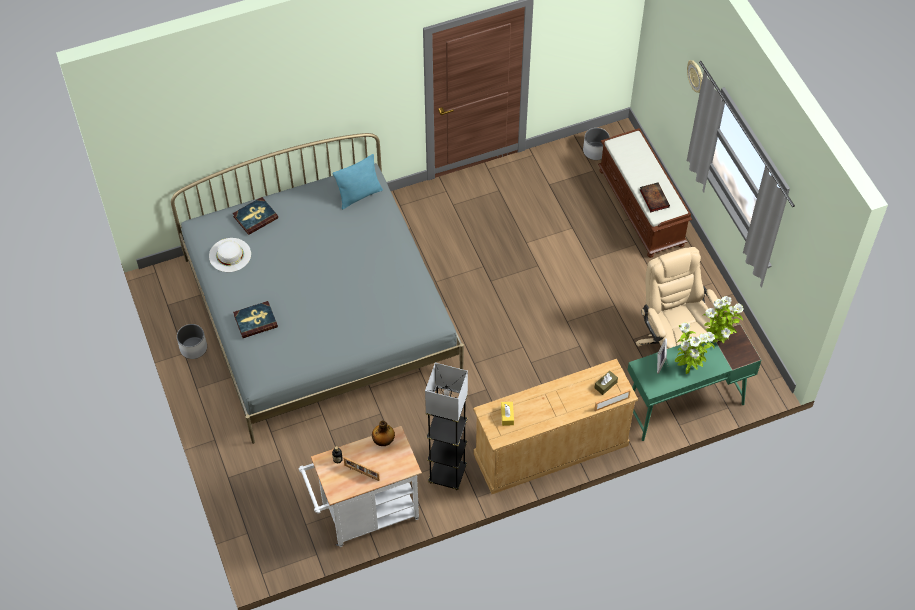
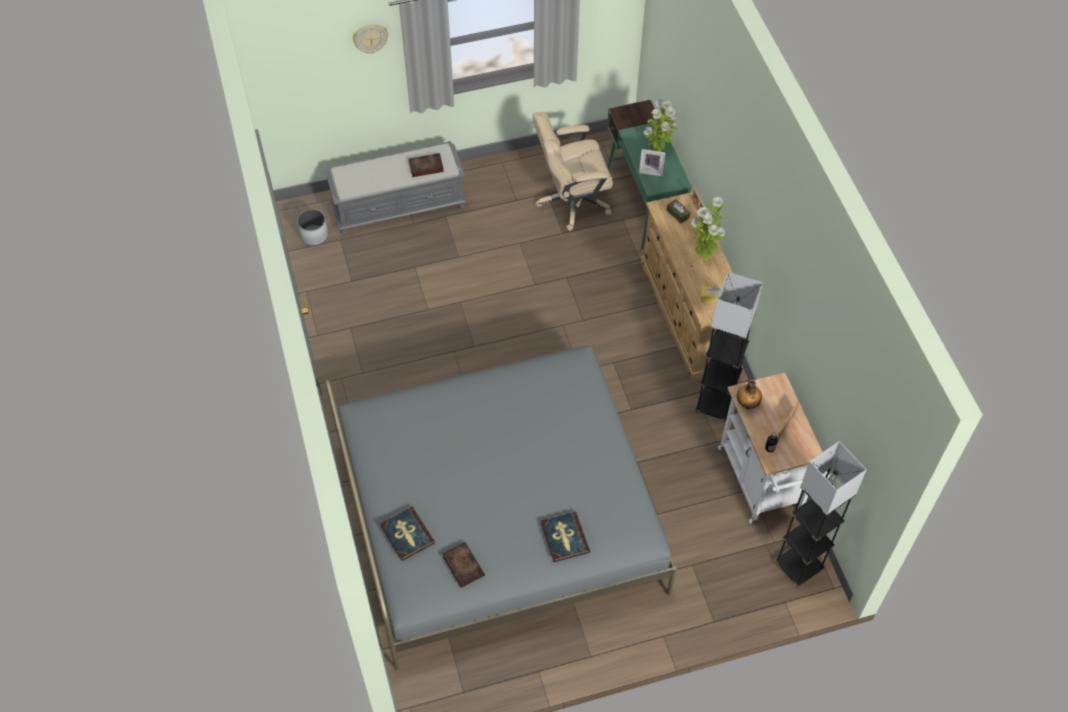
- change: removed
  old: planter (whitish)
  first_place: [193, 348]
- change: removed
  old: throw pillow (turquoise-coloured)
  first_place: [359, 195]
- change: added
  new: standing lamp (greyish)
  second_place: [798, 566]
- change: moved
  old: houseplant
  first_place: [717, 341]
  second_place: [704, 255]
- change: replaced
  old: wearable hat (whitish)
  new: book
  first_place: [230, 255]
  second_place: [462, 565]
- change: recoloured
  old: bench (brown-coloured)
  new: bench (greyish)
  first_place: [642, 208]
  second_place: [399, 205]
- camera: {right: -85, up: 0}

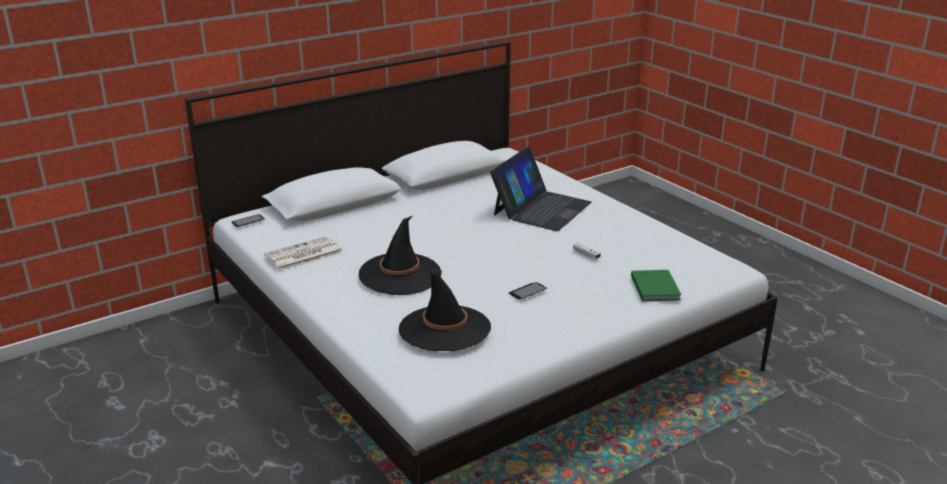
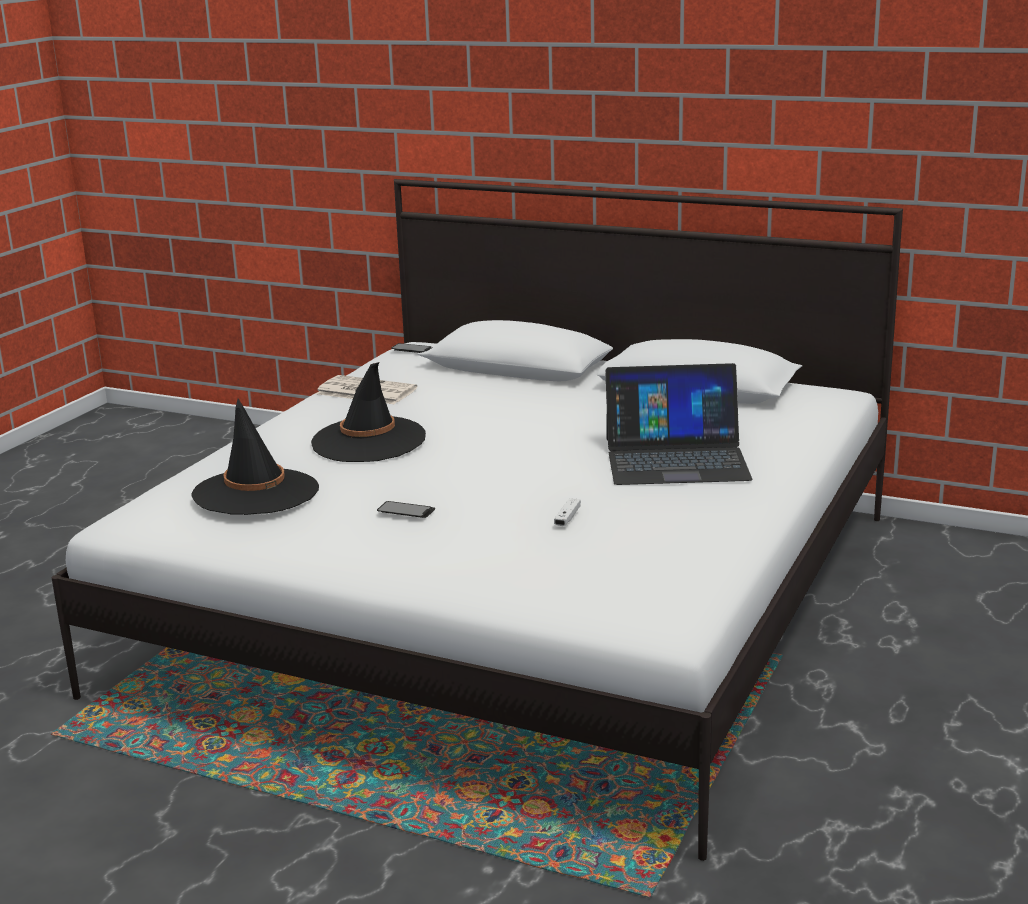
- change: removed
  old: book (green-coloured)
  first_place: [655, 287]
- camera: {right: 60, up: -5}

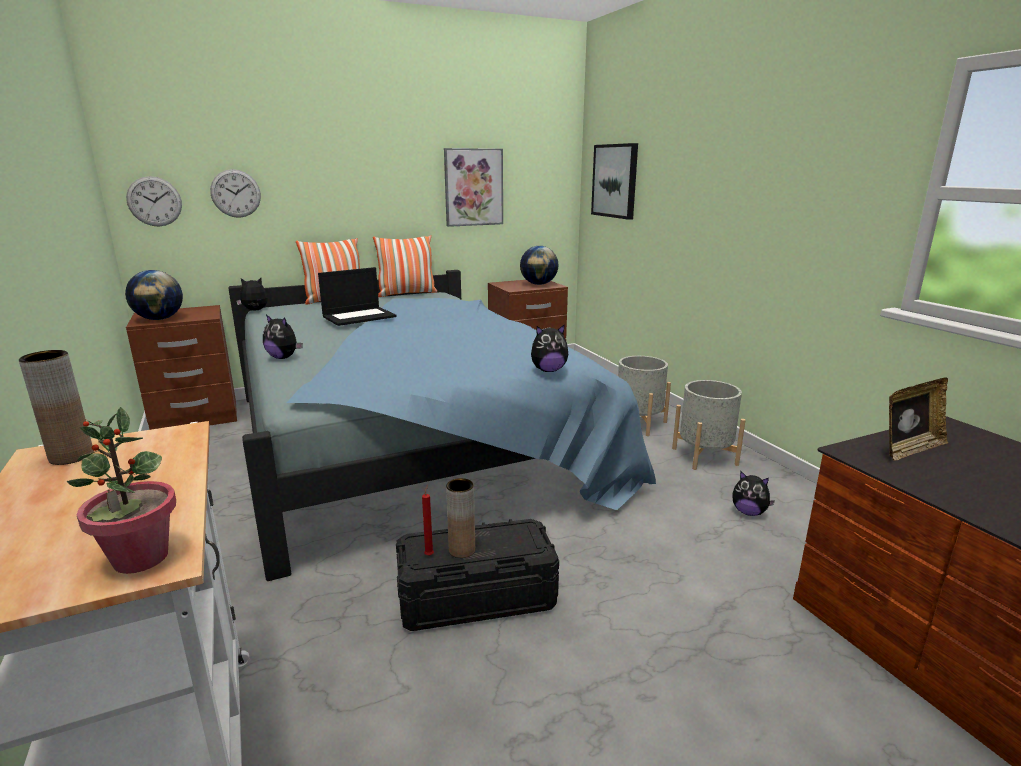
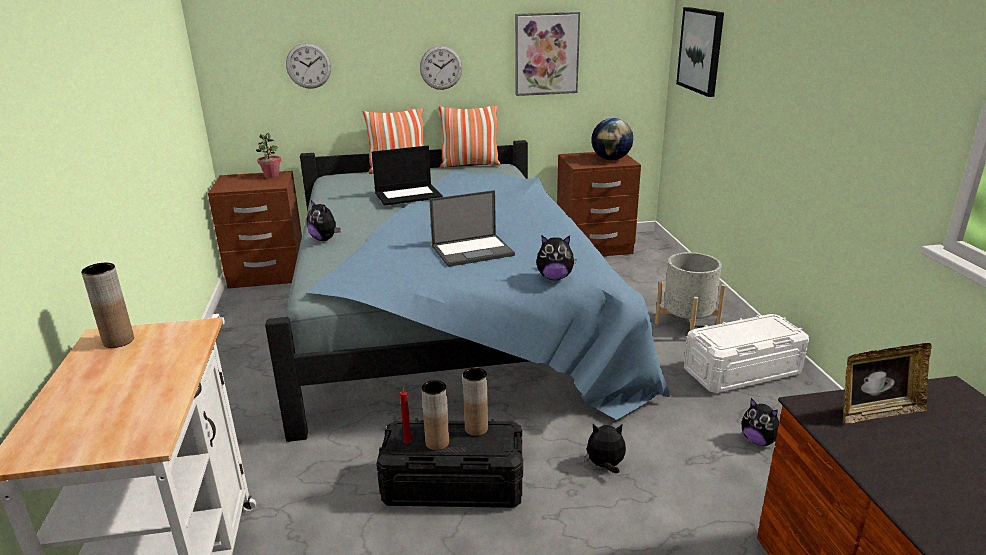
- change: removed
  old: globe
  first_place: [159, 319]
- change: added
  new: laptop
  second_place: [473, 250]
- change: added
  new: flower vase (brown-coloured)
  second_place: [476, 429]
- change: moved
  old: houseplant
  first_place: [140, 558]
  second_place: [271, 176]
- change: moved
  old: wall clock
  first_place: [154, 201]
  second_place: [441, 67]
- change: moved
  old: cuddly toy
  first_place: [255, 310]
  second_place: [605, 466]
- change: replaced
  old: planter (greyish)
  new: storage box (whitish)
  first_place: [704, 456]
  second_place: [742, 371]
- camera: {right: 15, up: 5}

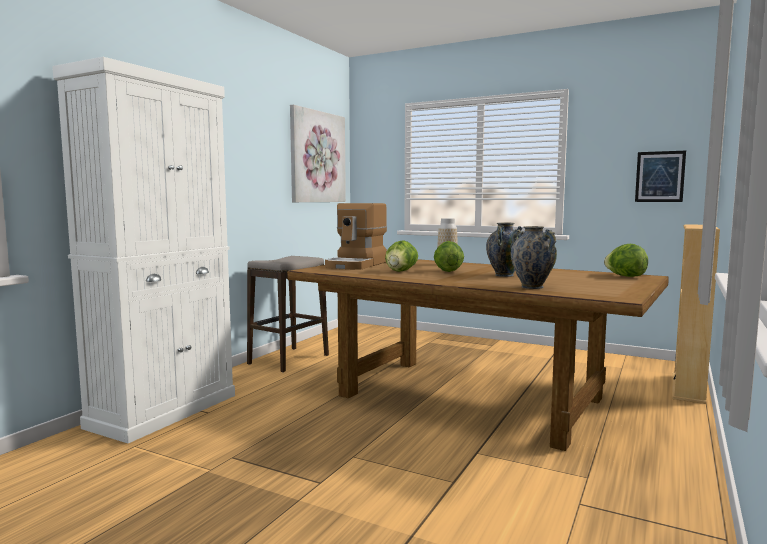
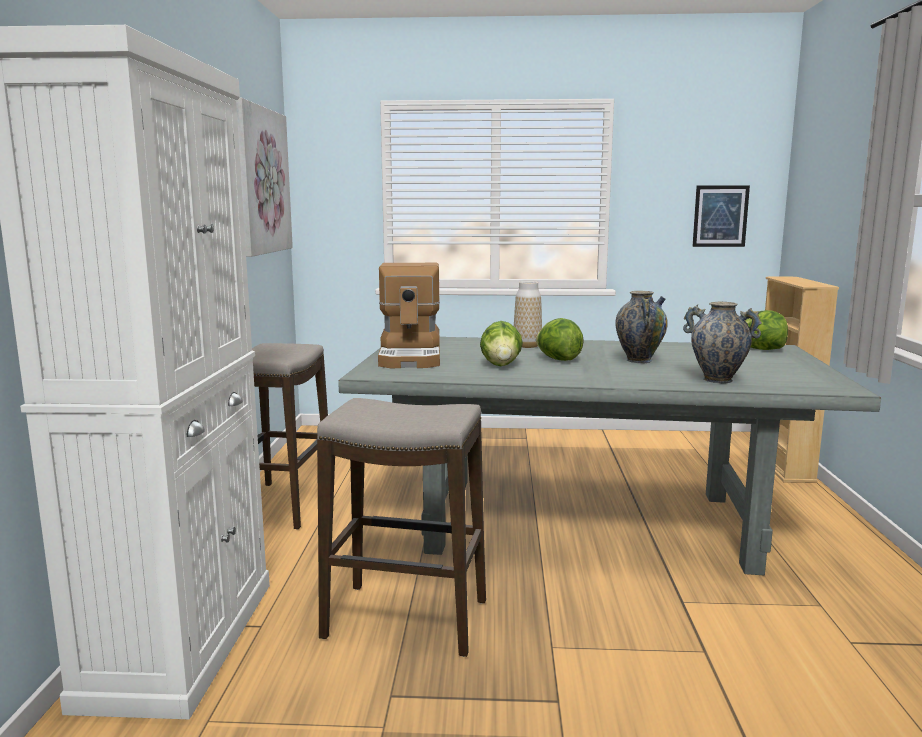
- change: added
  new: stool seat
  second_place: [406, 620]
- change: recoloured
  old: dinner table (brown-coloured)
  new: dinner table (greyish)
  first_place: [470, 397]
  second_place: [587, 522]
- camera: {right: -25, up: 5}

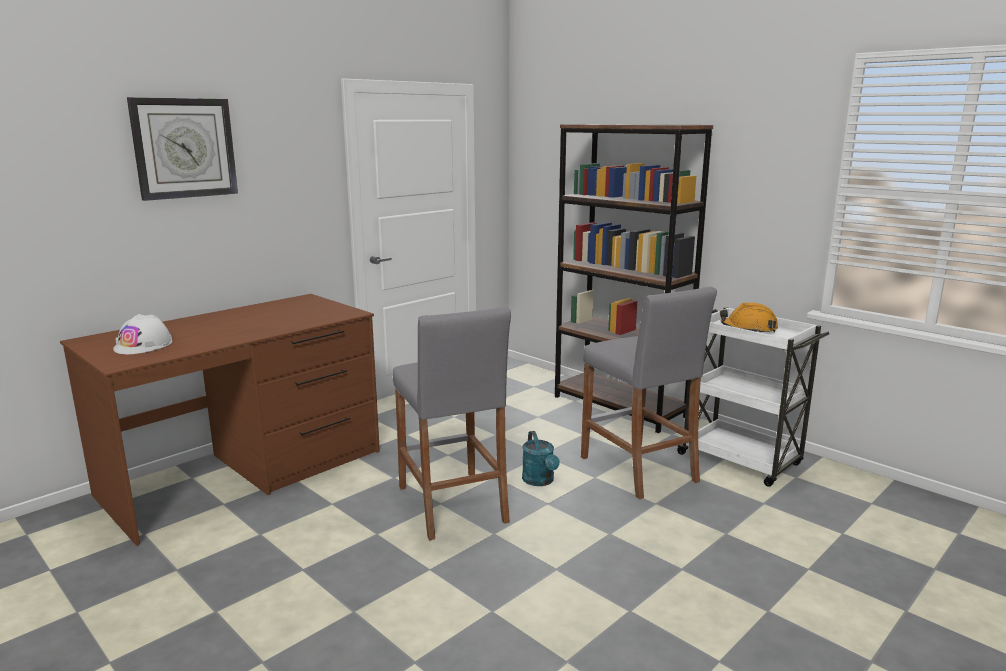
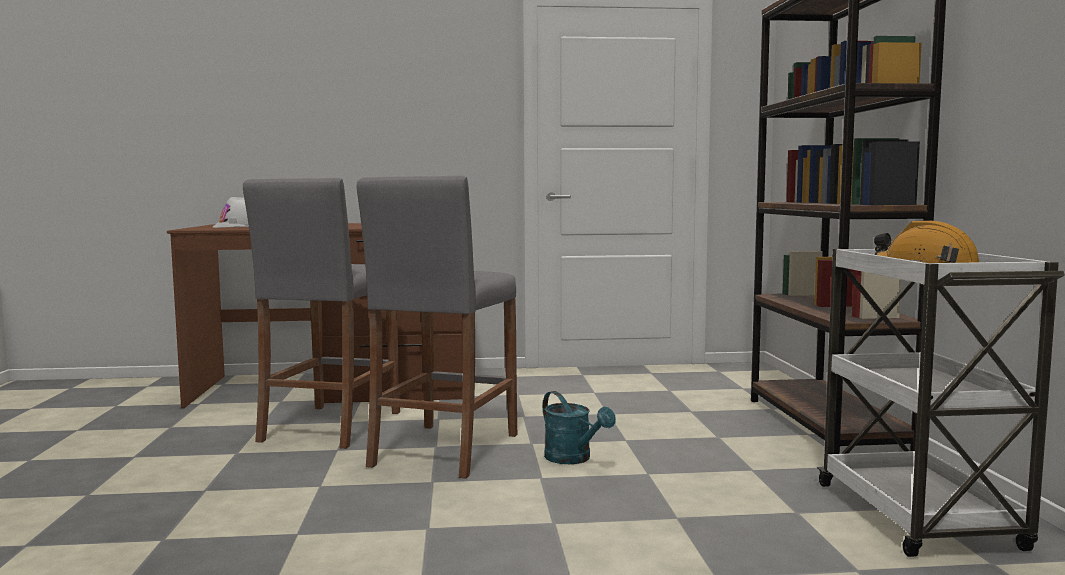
- change: removed
  old: wall clock
  first_place: [184, 148]
- change: moved
  old: stool seat (greyish)
  first_place: [638, 469]
  second_place: [330, 426]
- change: turned
  old: watering pot (turquoise-coloured)
  first_place: [540, 481]
  second_place: [573, 459]
  degrees: -60
- camera: {right: 40, up: -10}

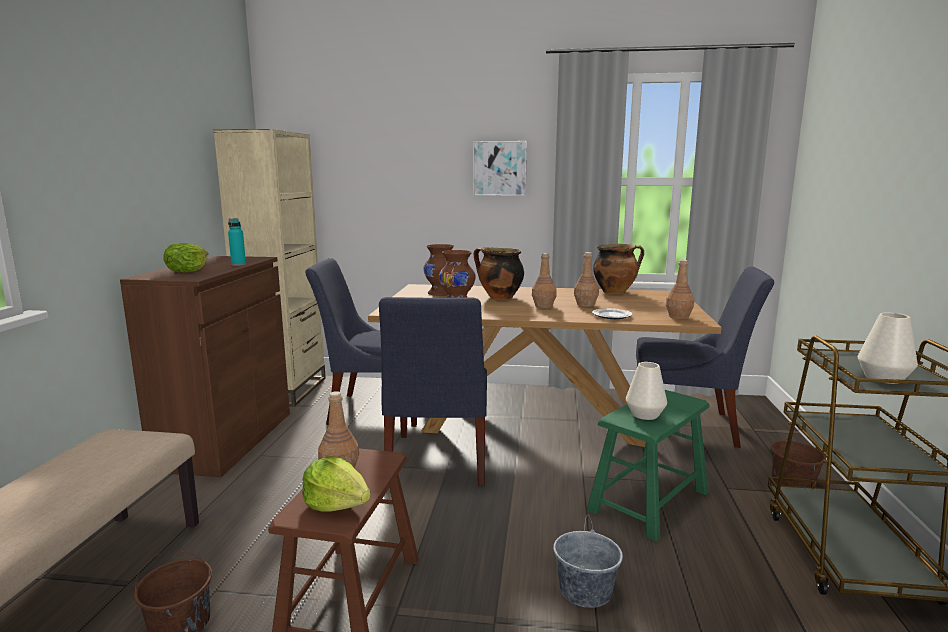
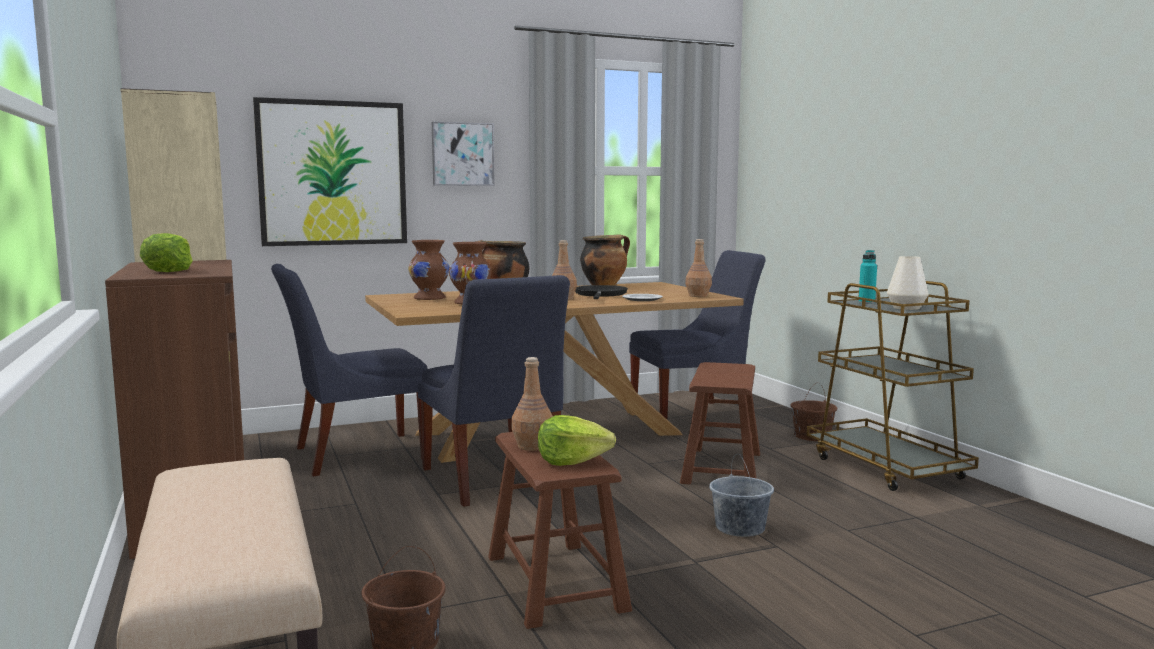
- change: removed
  old: flower vase (whitish)
  first_place: [645, 414]
- change: added
  new: wall picture
  second_place: [333, 173]
- change: moved
  old: drink bottle (turquoise-coloured)
  first_place: [238, 264]
  second_place: [866, 303]
- change: replaced
  old: drink bottle (brown-coloured)
  new: skillet (black)
  first_place: [586, 305]
  second_place: [600, 295]
- change: recoloured
  old: stool seat (green-coloured)
  new: stool seat (brown-coloured)
  first_place: [649, 501]
  second_place: [722, 468]
- camera: {right: -30, up: -5}

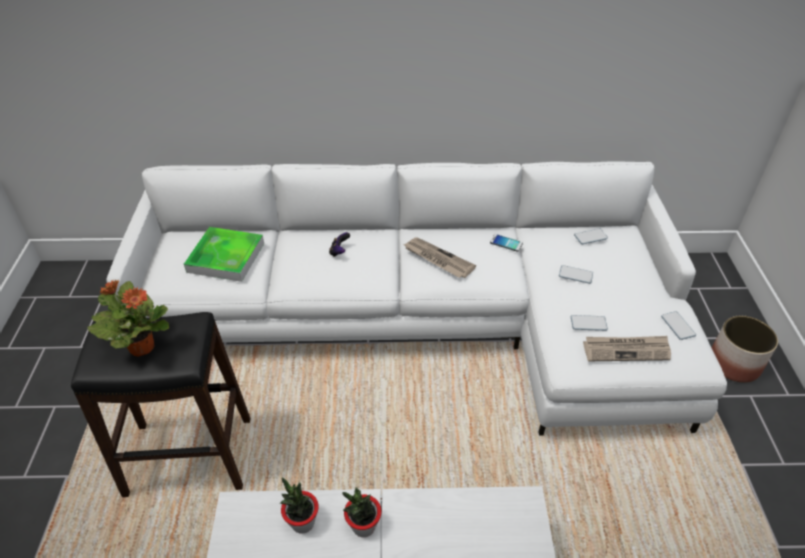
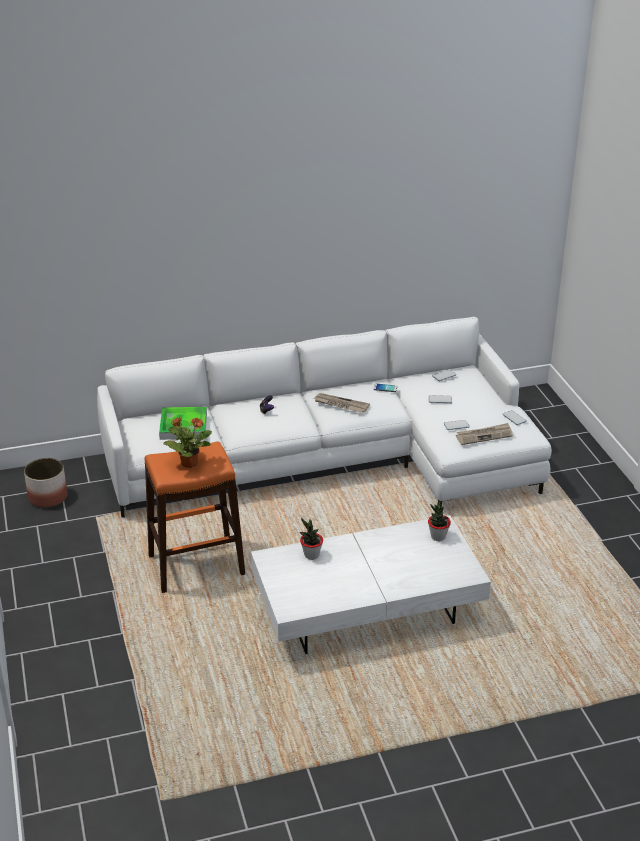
- change: moved
  old: houseplant
  first_place: [363, 526]
  second_place: [438, 537]
- change: moved
  old: planter
  first_place: [733, 364]
  second_place: [47, 497]
- change: recoloured
  old: stool seat (black)
  new: stool seat (orangey)
  first_place: [190, 456]
  second_place: [197, 565]
- camera: {right: -15, up: -10}

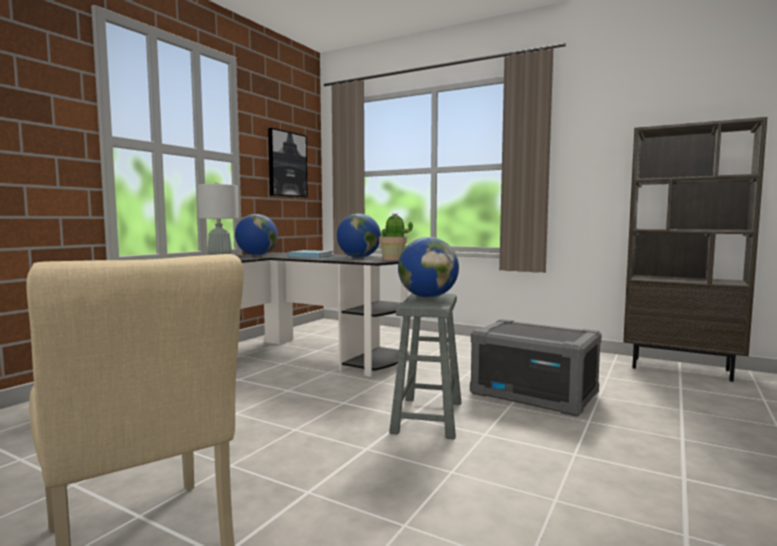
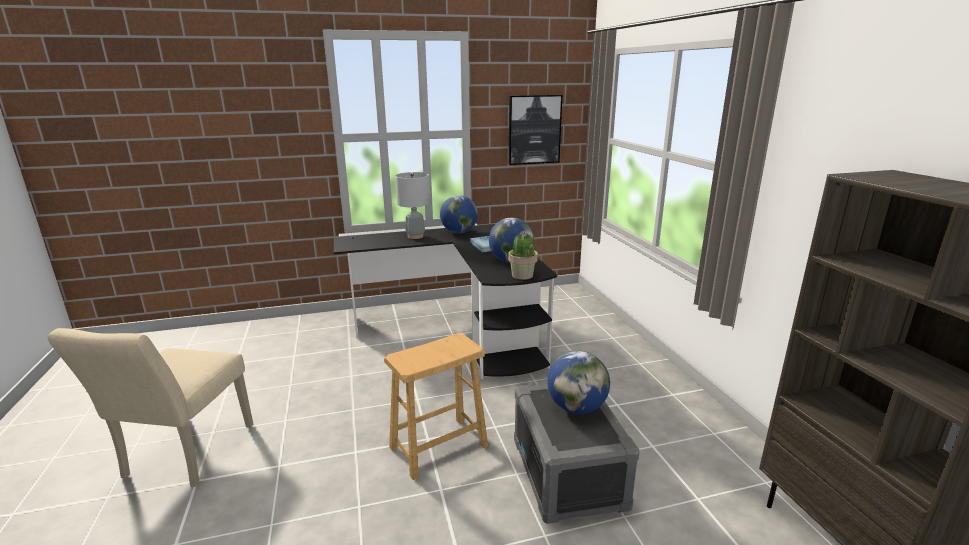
- change: moved
  old: globe
  first_place: [427, 297]
  second_place: [576, 407]
- change: recoloured
  old: stool seat (greyish)
  new: stool seat (brown-coloured)
  first_place: [428, 417]
  second_place: [439, 447]
- camera: {right: 45, up: 15}

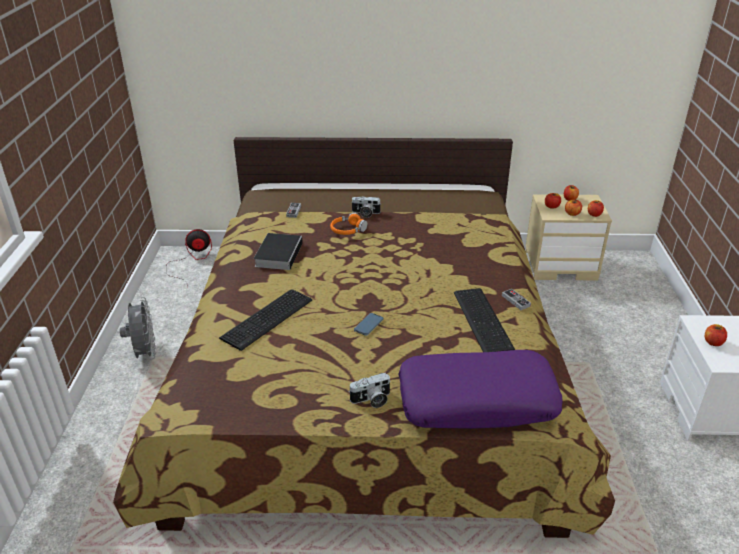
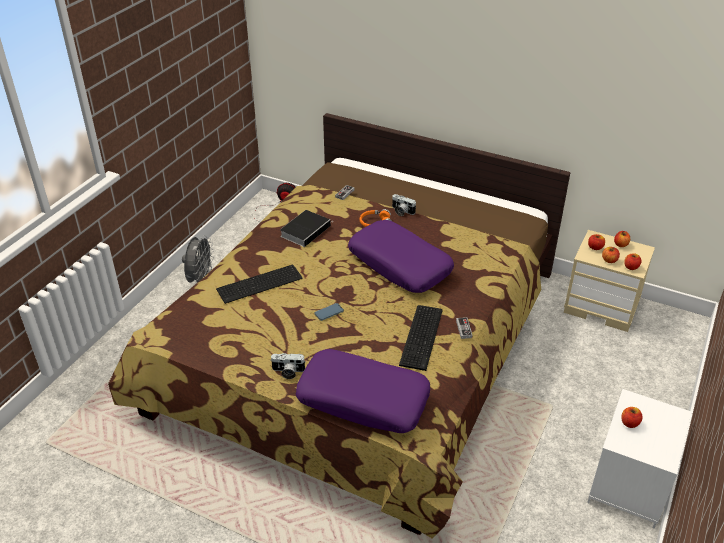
- change: added
  new: throw pillow (purplish)
  second_place: [400, 265]
- camera: {right: 25, up: 5}

